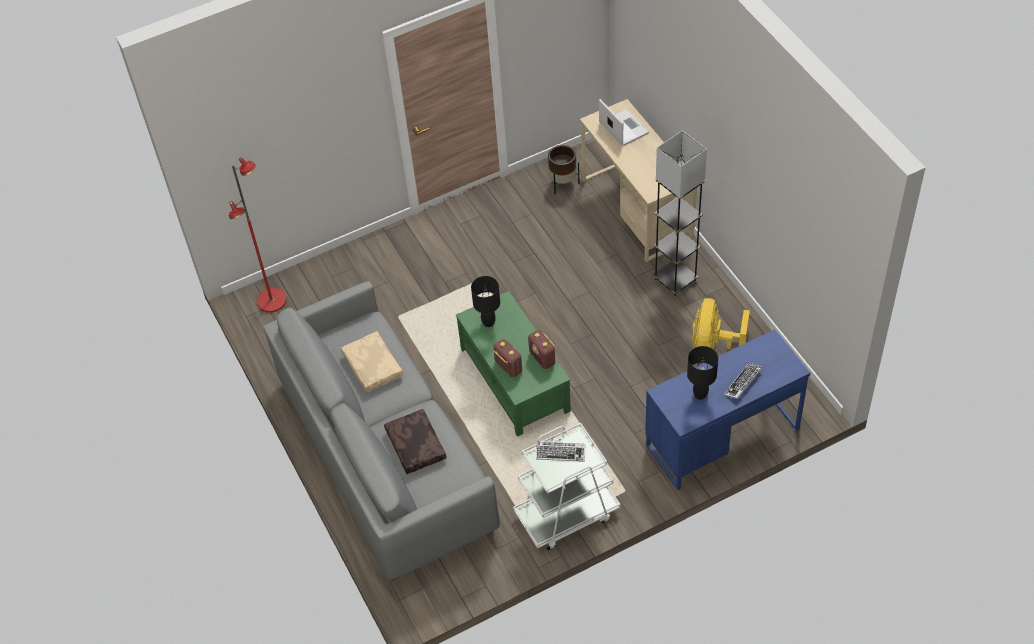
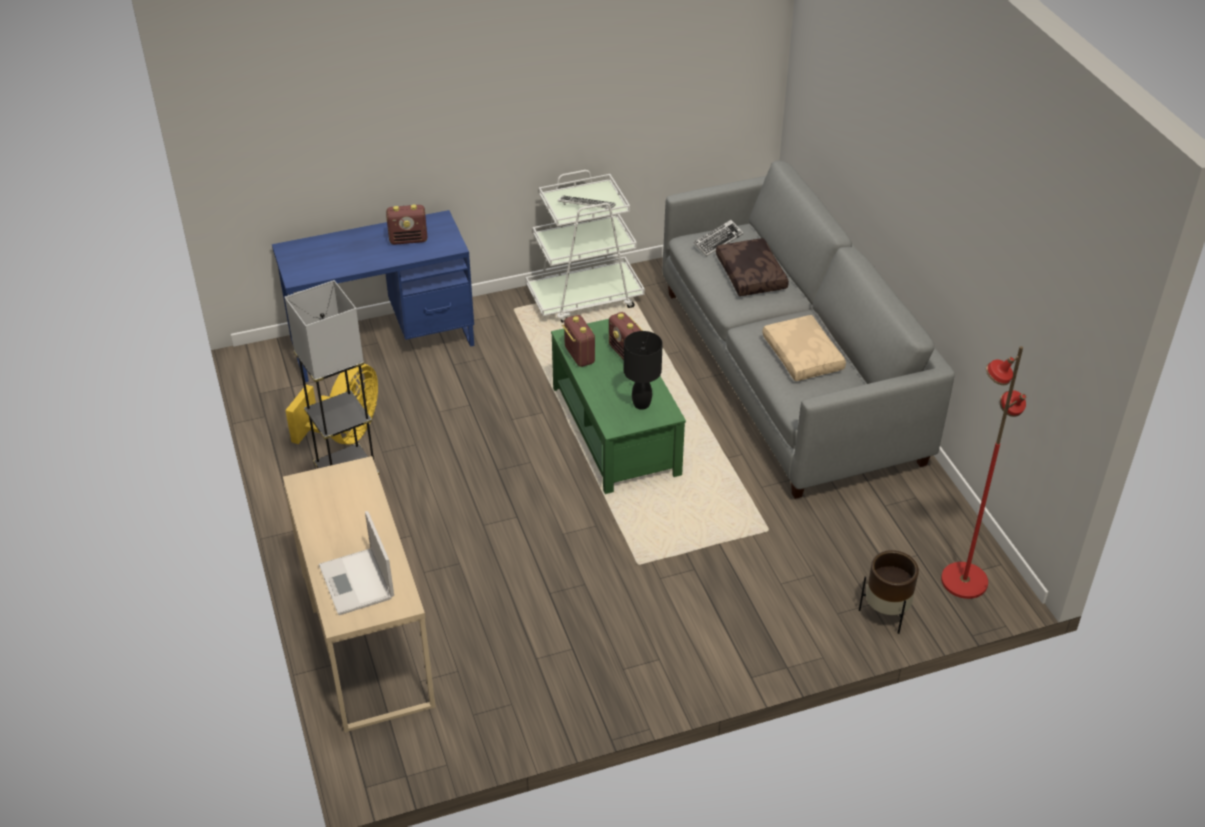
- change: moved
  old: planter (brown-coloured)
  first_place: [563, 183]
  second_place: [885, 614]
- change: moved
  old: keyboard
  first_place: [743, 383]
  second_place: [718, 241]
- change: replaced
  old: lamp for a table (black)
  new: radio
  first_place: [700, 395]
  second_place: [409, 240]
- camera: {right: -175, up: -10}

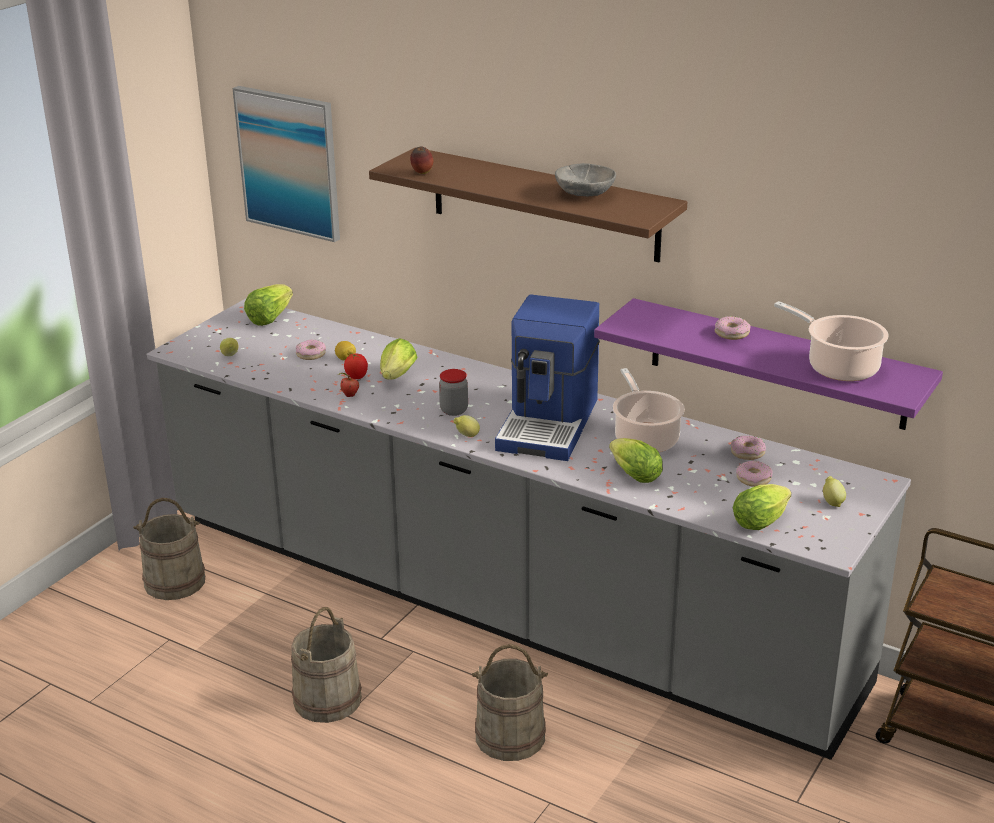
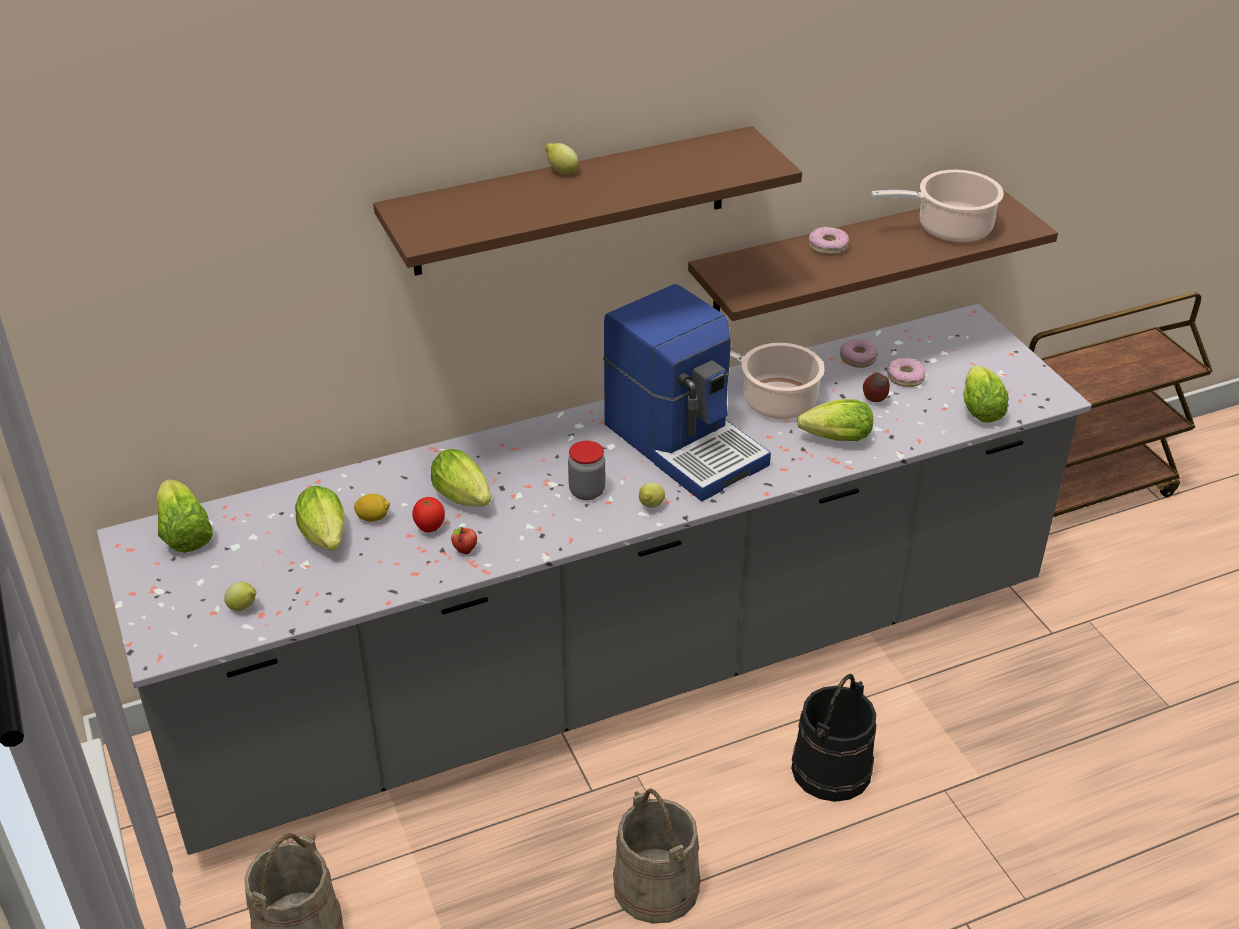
- change: removed
  old: wall picture
  first_place: [289, 162]
- change: removed
  old: serving bowl (greyish)
  first_place: [585, 195]
- change: moved
  old: apple
  first_place: [421, 174]
  second_place: [875, 401]
- change: moved
  old: citrus fruit
  first_place: [832, 502]
  second_place: [561, 172]
- change: replaced
  old: ring doughnut
  new: lettuce head
  first_place: [310, 354]
  second_place: [326, 539]
- change: recoloured
  old: water bucket (sand-coloured)
  new: water bucket (black)
  first_place: [510, 736]
  second_place: [831, 768]
- change: recoloured
  old: wall shelf (purplish)
  new: wall shelf (brown-coloured)
  first_place: [776, 364]
  second_place: [847, 257]
- camera: {right: -55, up: 10}

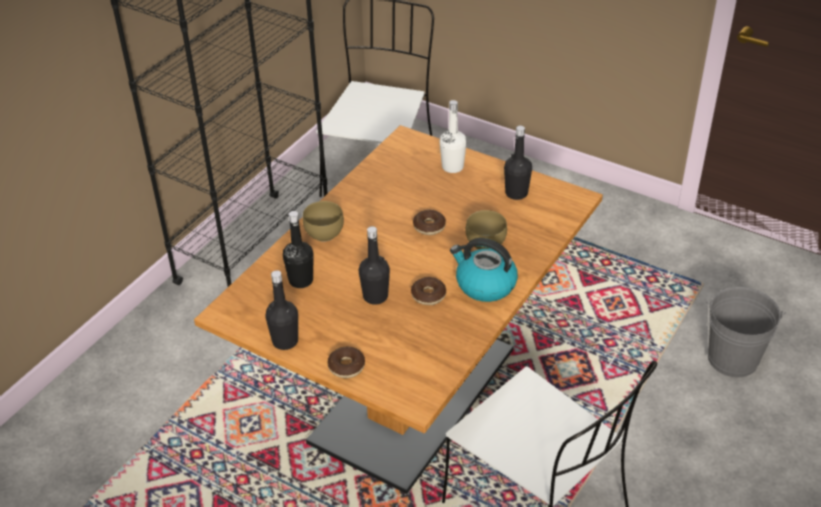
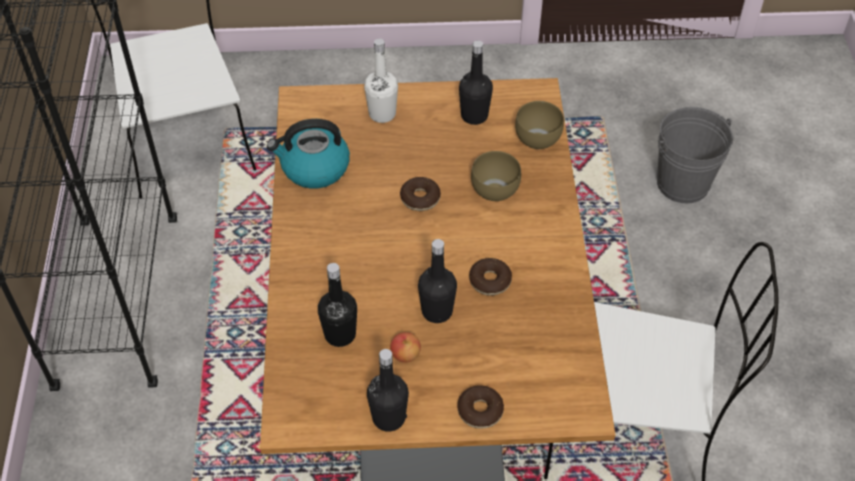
- change: added
  new: apple
  second_place: [405, 354]
- change: moved
  old: serving bowl (brown-coloured)
  first_place: [323, 235]
  second_place: [537, 141]
- change: moved
  old: kettle
  first_place: [484, 285]
  second_place: [314, 168]
- camera: {right: -35, up: 10}

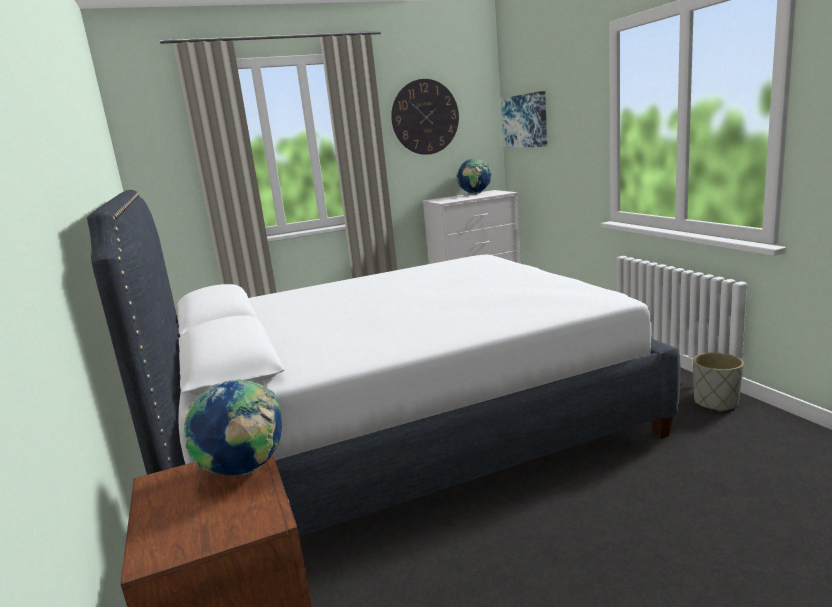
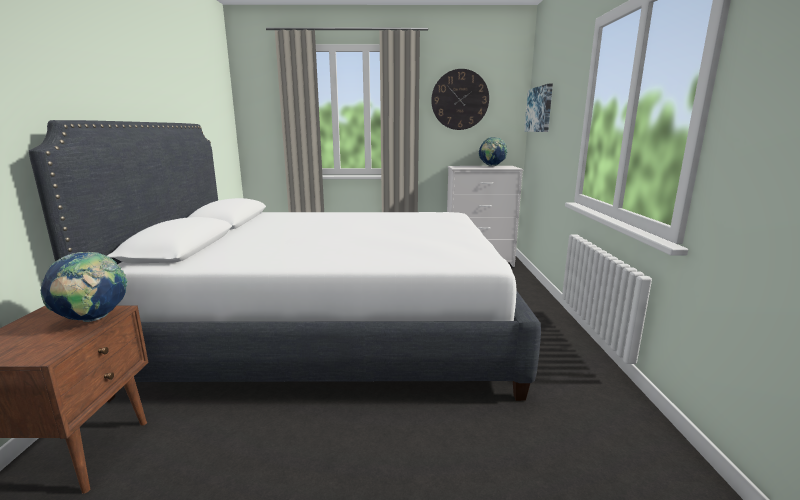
- change: removed
  old: planter (greyish)
  first_place: [716, 403]
- camera: {right: 20, up: 0}

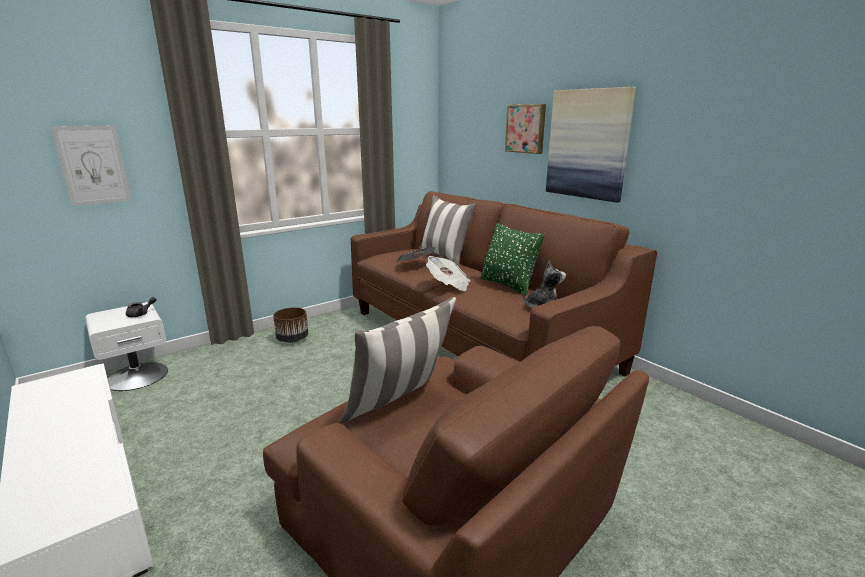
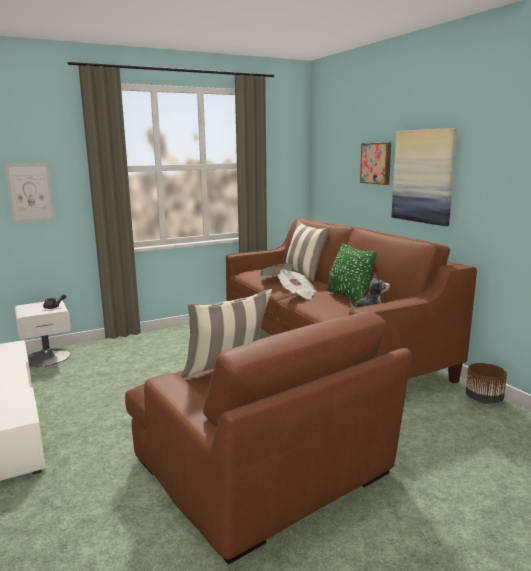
- change: moved
  old: planter (brown-coloured)
  first_place: [293, 339]
  second_place: [484, 400]
- camera: {right: 10, up: -5}

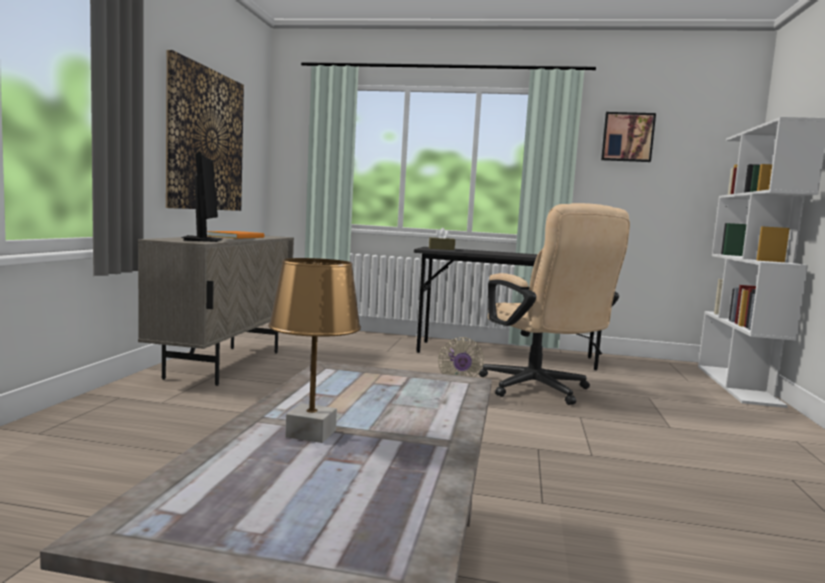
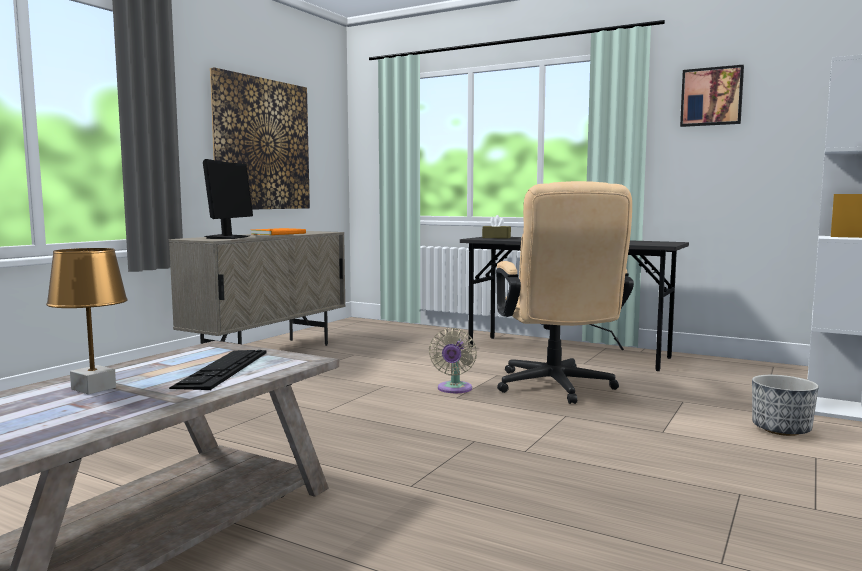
- change: added
  new: keyboard
  second_place: [222, 369]
- change: added
  new: planter
  second_place: [781, 430]
- camera: {right: 20, up: 0}

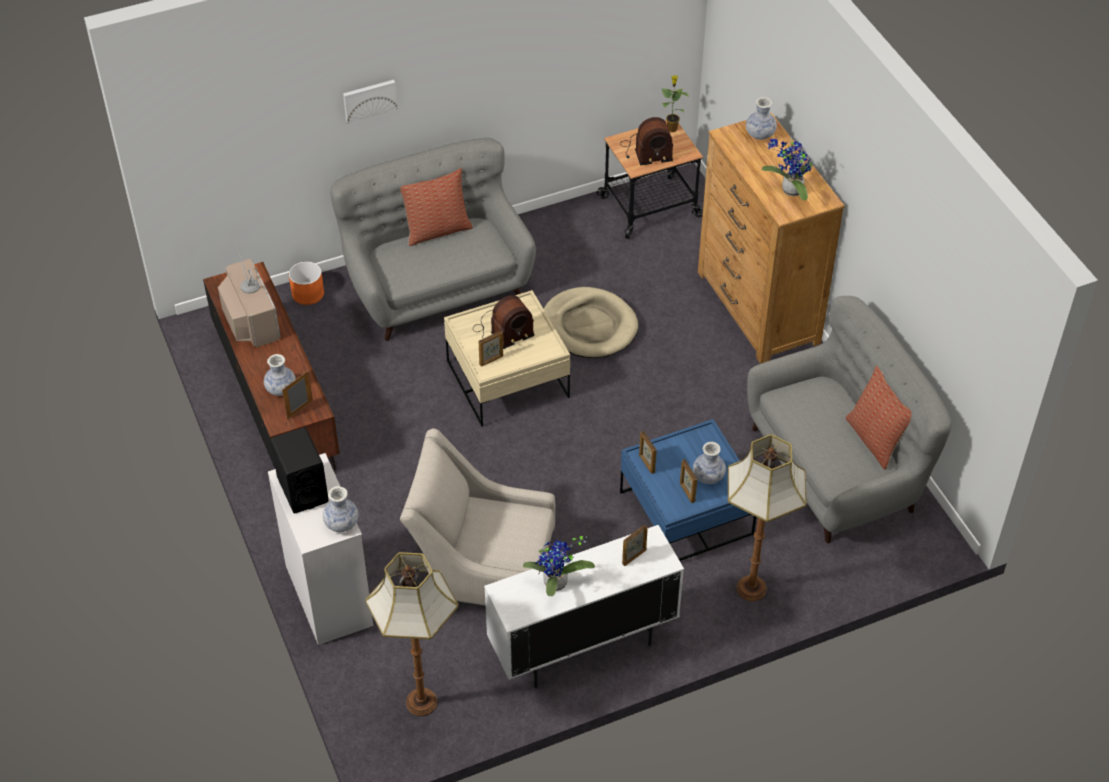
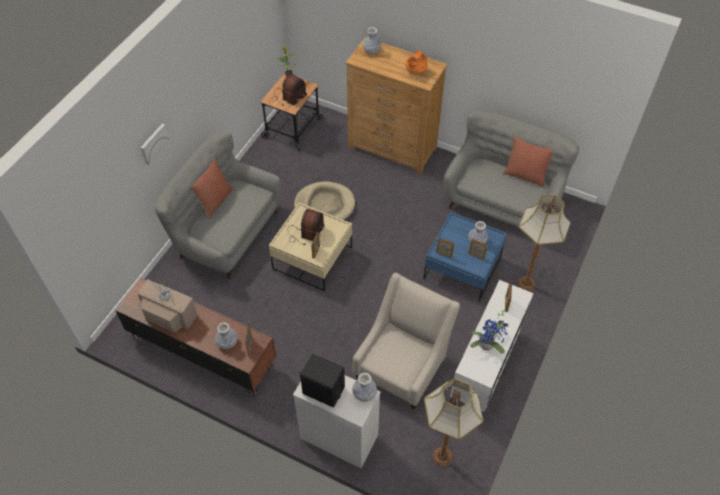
- change: removed
  old: planter (orangey)
  first_place: [308, 293]
- change: replaced
  old: houseplant
  new: tea pot (orangey)
  first_place: [789, 191]
  second_place: [415, 71]
- change: turned
  old: lounge chair (sand-coloured)
  first_place: [483, 572]
  second_place: [402, 366]
  degrees: 150
- camera: {right: -40, up: 5}

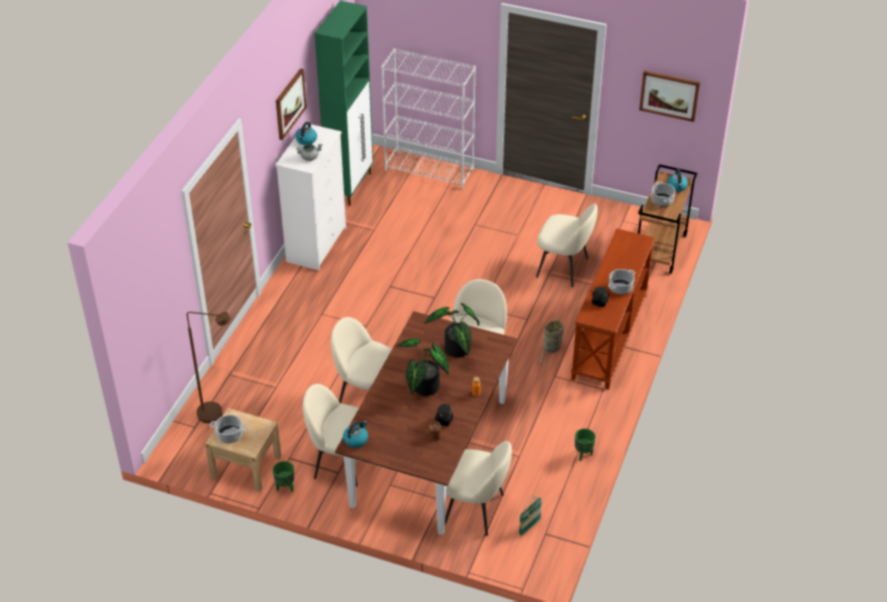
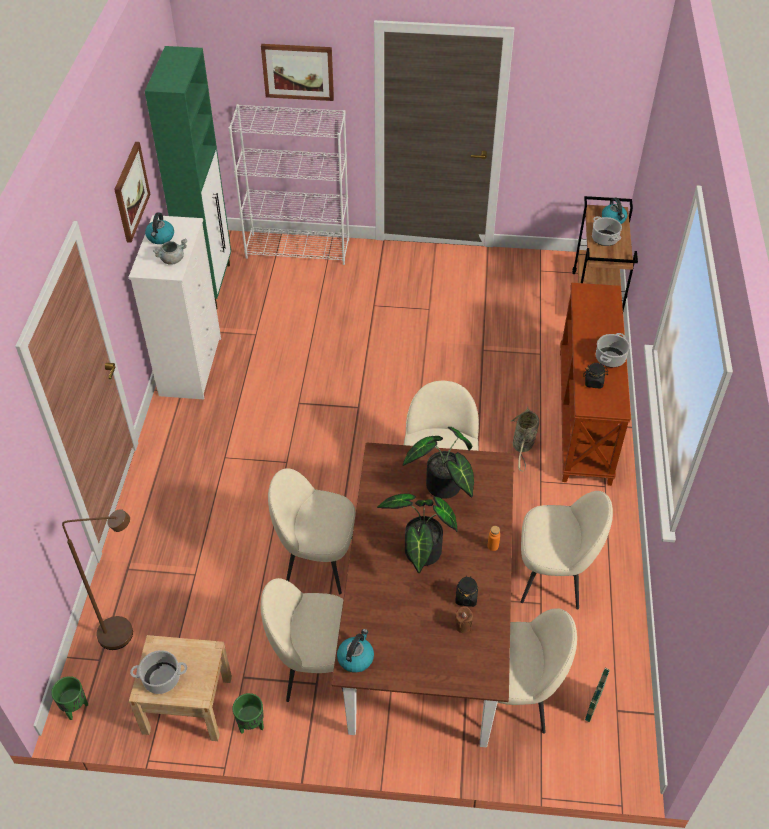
- change: moved
  old: plain chair (sand-coloured)
  first_place: [564, 268]
  second_place: [553, 576]
- change: moved
  old: planter (green-coloured)
  first_place: [583, 454]
  second_place: [75, 707]
- change: moved
  old: wall picture
  first_place: [669, 95]
  second_place: [298, 71]
- camera: {right: -15, up: 5}

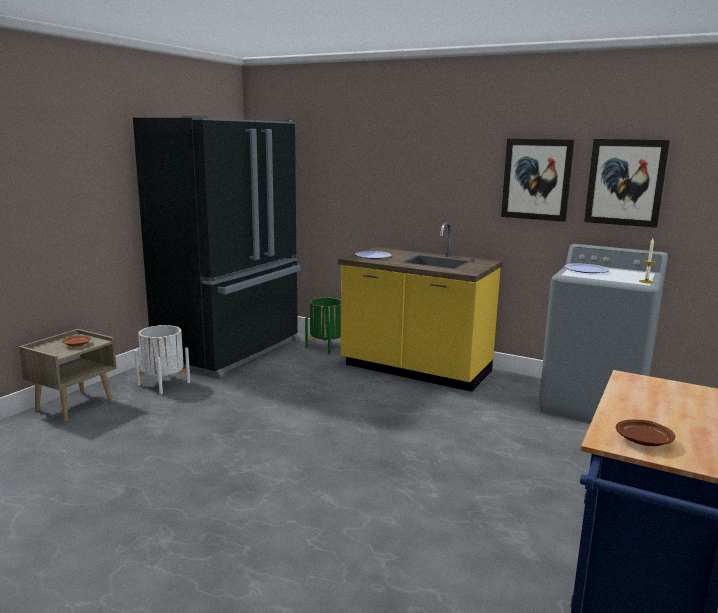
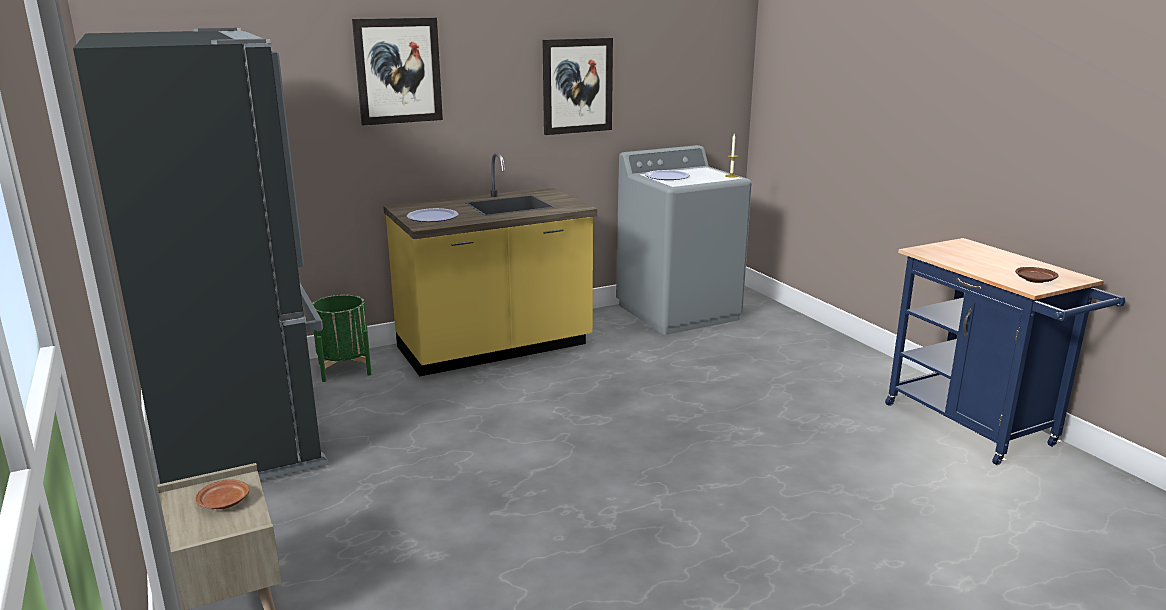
- change: removed
  old: planter (whitish)
  first_place: [163, 383]
- change: moved
  old: wall picture
  first_place: [625, 182]
  second_place: [398, 71]
- camera: {right: -55, up: 5}

